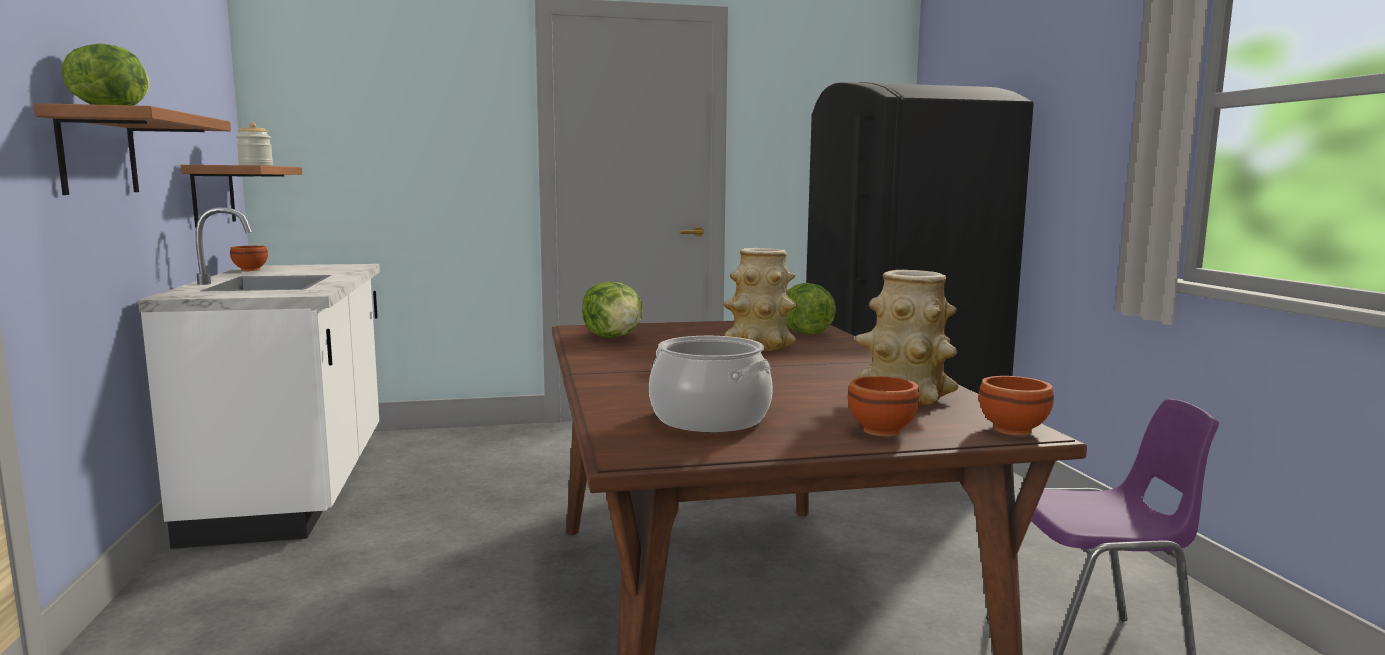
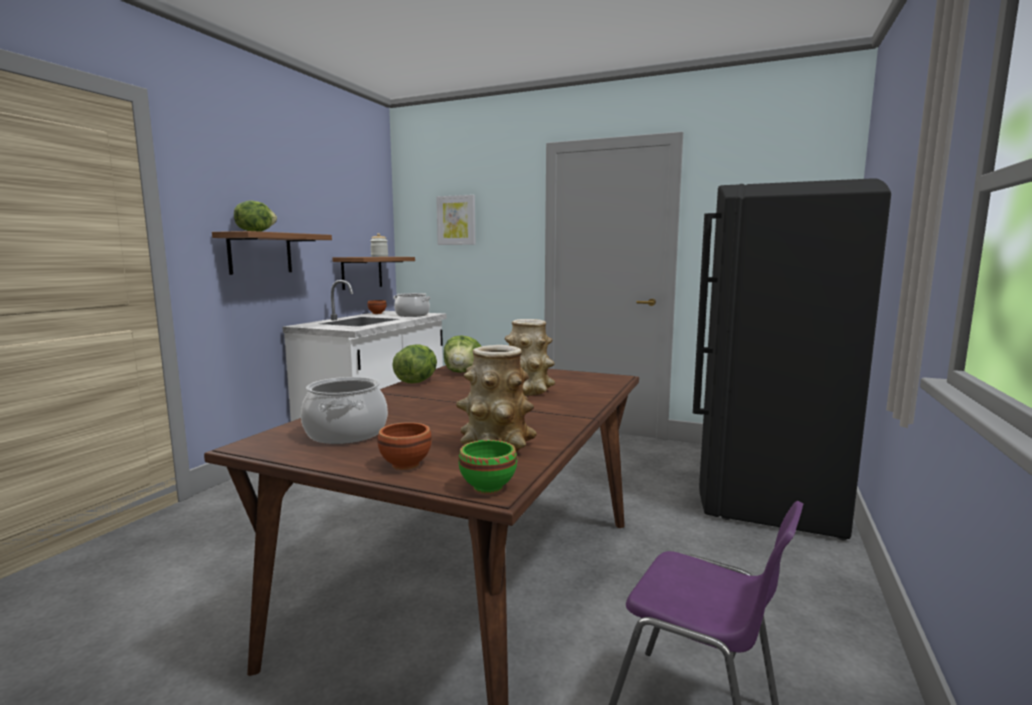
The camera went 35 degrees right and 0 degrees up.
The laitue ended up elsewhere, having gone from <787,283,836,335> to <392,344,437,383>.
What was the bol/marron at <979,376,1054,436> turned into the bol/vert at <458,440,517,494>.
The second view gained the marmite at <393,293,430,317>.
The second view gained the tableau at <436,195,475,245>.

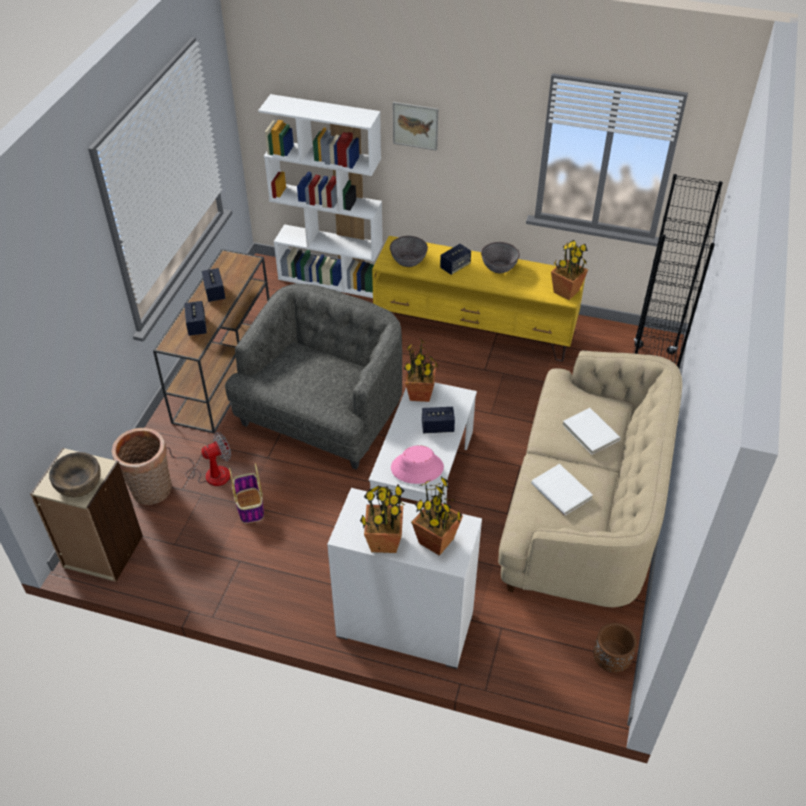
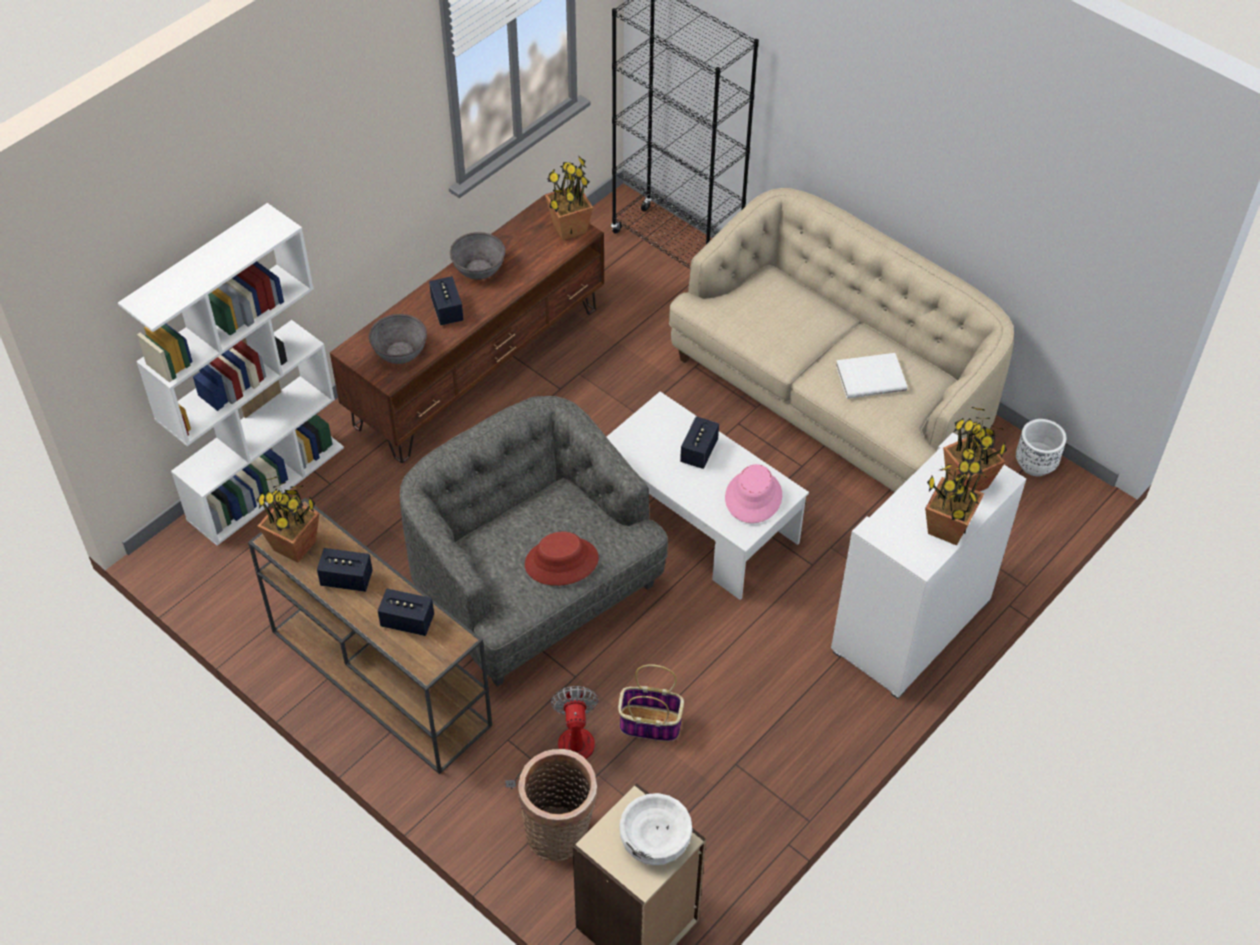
The camera went 65 degrees left and 5 degrees up.
What was the bol/marron at <49,452,100,498> turned into the bol/blanc at <619,793,692,865>.
What was the meuble télé/jaune at <372,236,585,362> turned into the meuble télé/marron at <330,195,604,463>.
The second view lost the tableau at <393,102,438,151>.
The plante en pot ended up elsewhere, having gone from <404,339,438,402> to <257,477,320,563>.
The second view lost the livre/blanc at <562,408,620,455>.
What was the cache-pot/marron at <593,623,637,673> turned into the cache-pot/blanc at <1016,419,1067,476>.
The second view gained the chapeau/rouge at <525,532,599,586>.

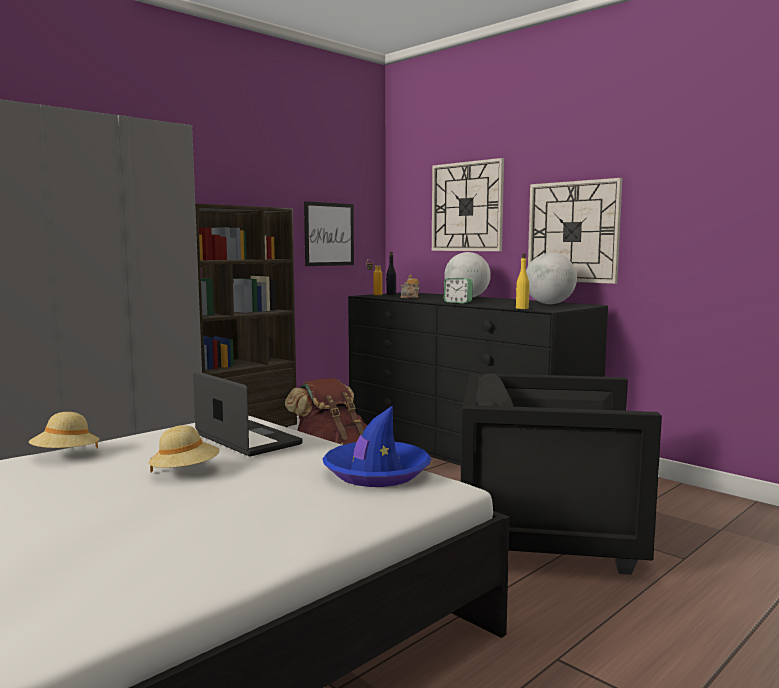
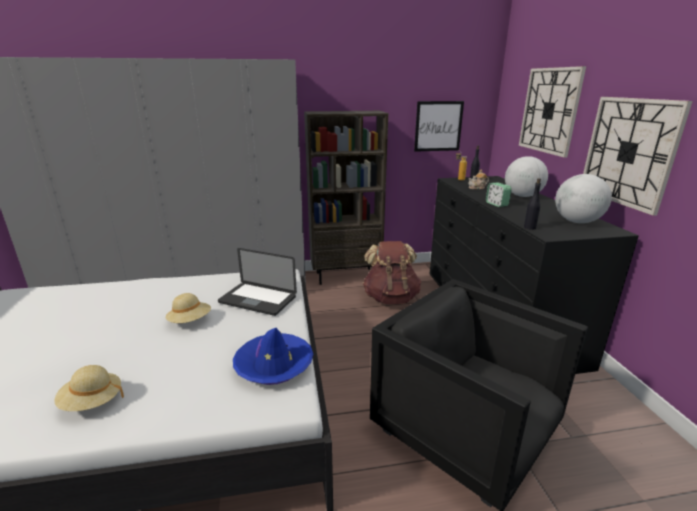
The camera went 35 degrees right and 15 degrees up.
The chapeau/beige ended up elsewhere, having gone from <29,412,100,449> to <54,365,124,411>.
The ordinateur portable at <193,371,303,456> ended up facing another way, 120 degrees clockwise from before.
What was the bouteille/jaune at <516,253,529,309> turned into the bouteille/noir at <524,178,541,230>.

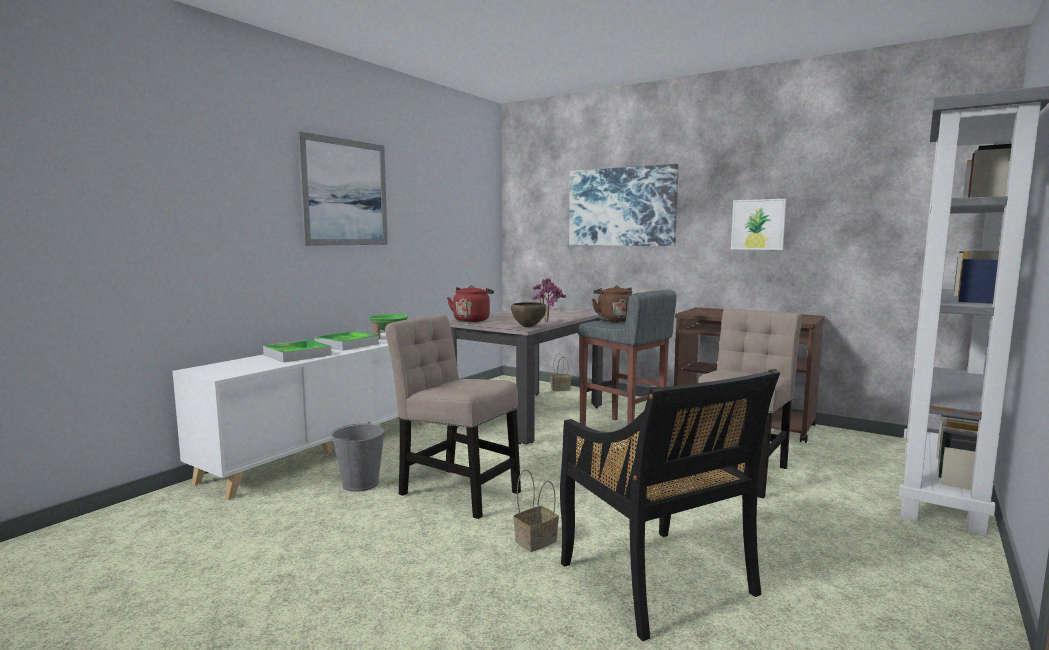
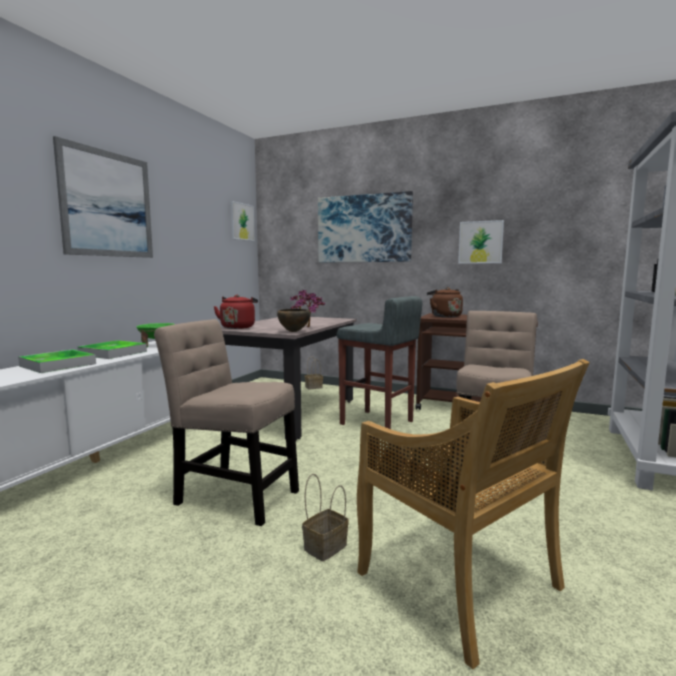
The camera went 10 degrees left and 0 degrees up.
The second view lost the seau/gris at <331,422,385,492>.
What was the chaise/noir at <560,369,780,641> turned into the chaise/beige at <357,359,590,669>.
The bouilloire/marron ended up elsewhere, having gone from <592,285,632,322> to <427,287,463,318>.
The second view gained the tableau at <230,201,255,241>.

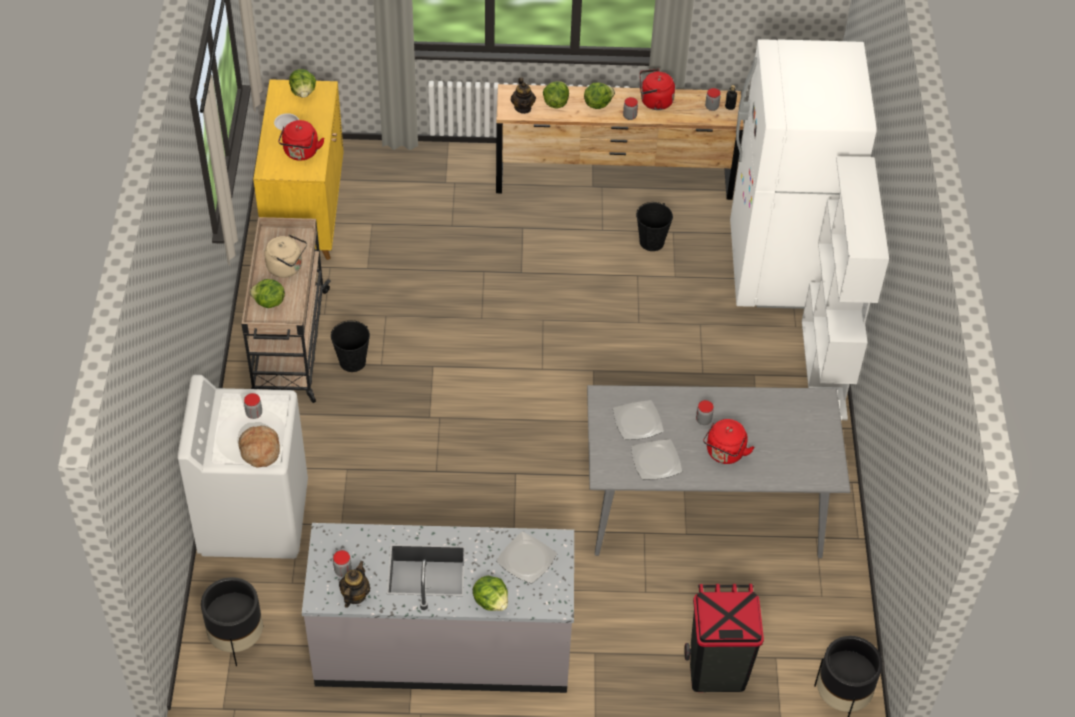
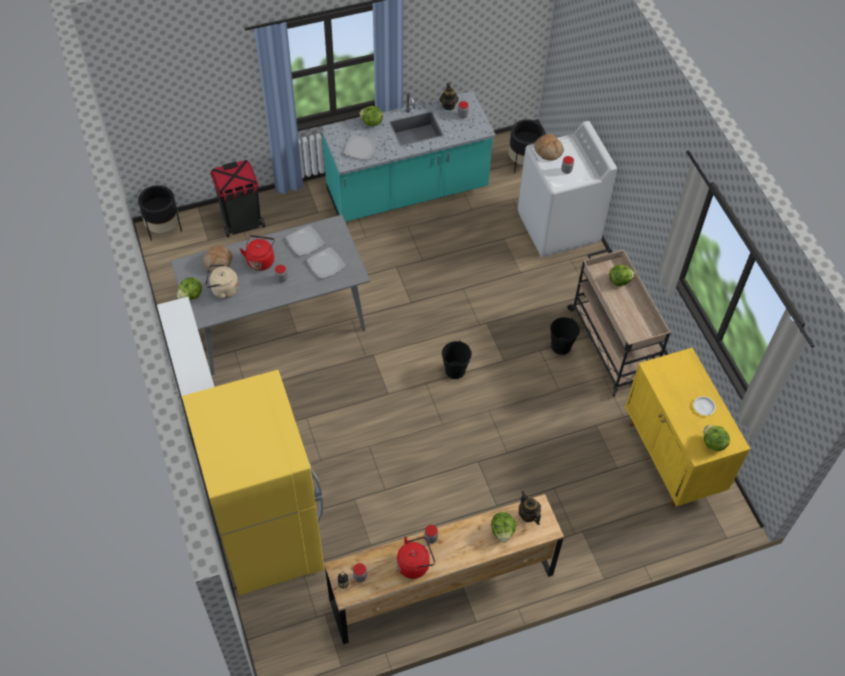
The camera went 160 degrees right and 5 degrees up.
The bouilloire/beige ended up elsewhere, having gone from <264,234,307,278> to <205,264,239,299>.
The second view lost the bouilloire/rouge at <278,120,325,160>.
What was the comptoir de cuisine/gris at <302,523,574,693> turned into the comptoir de cuisine/turquoise at <321,91,496,222>.
The laitue ended up elsewhere, having gone from <584,82,615,109> to <177,277,202,300>.
The seau/noir ended up elsewhere, having gone from <636,202,673,251> to <442,340,472,379>.
What was the réfrigérateur/blanc at <730,39,877,309> turned into the réfrigérateur/jaune at <182,370,324,595>.
The second view gained the pain at <203,245,232,272>.

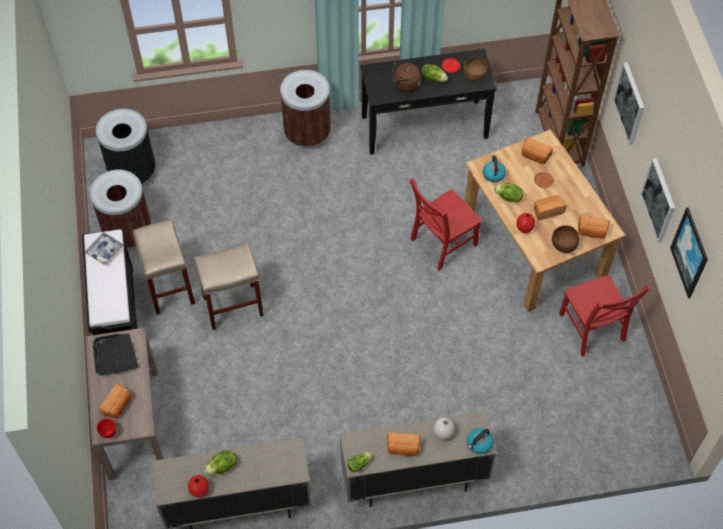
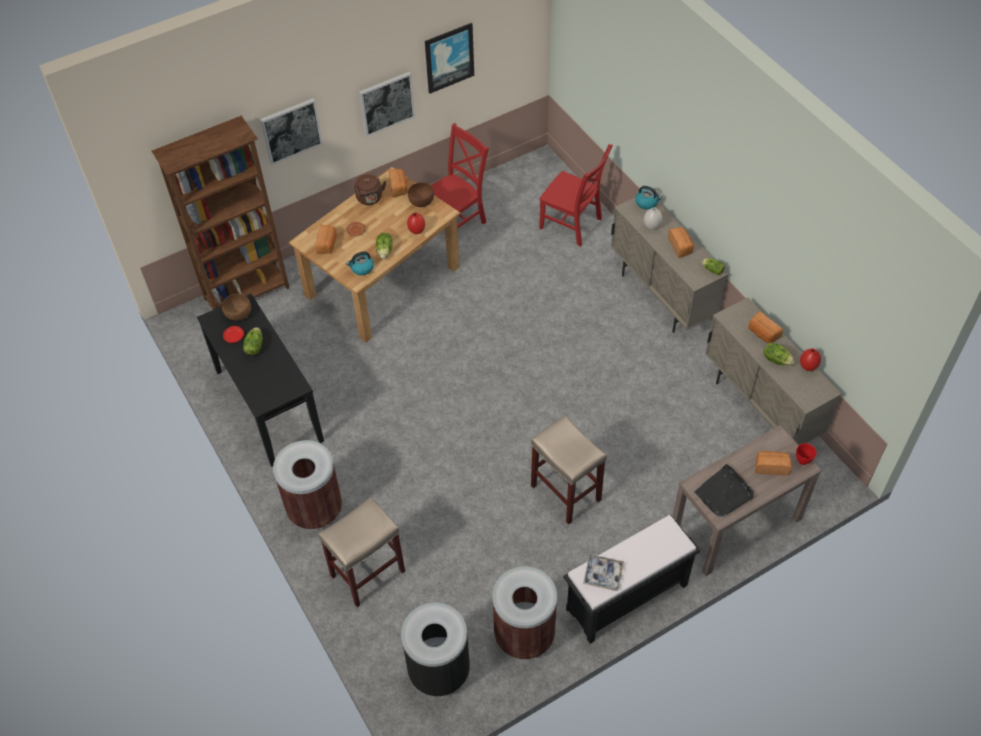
The camera went 110 degrees left and 5 degrees down.
The tabouret/beige ended up elsewhere, having gone from <133,220,195,315> to <318,497,405,607>.
The bouilloire/marron ended up elsewhere, having gone from <392,61,421,93> to <354,174,386,205>.
The chaise/rouge ended up elsewhere, having gone from <409,178,482,271> to <539,144,613,247>.
The pain ended up elsewhere, having gone from <534,195,567,220> to <748,312,783,344>.

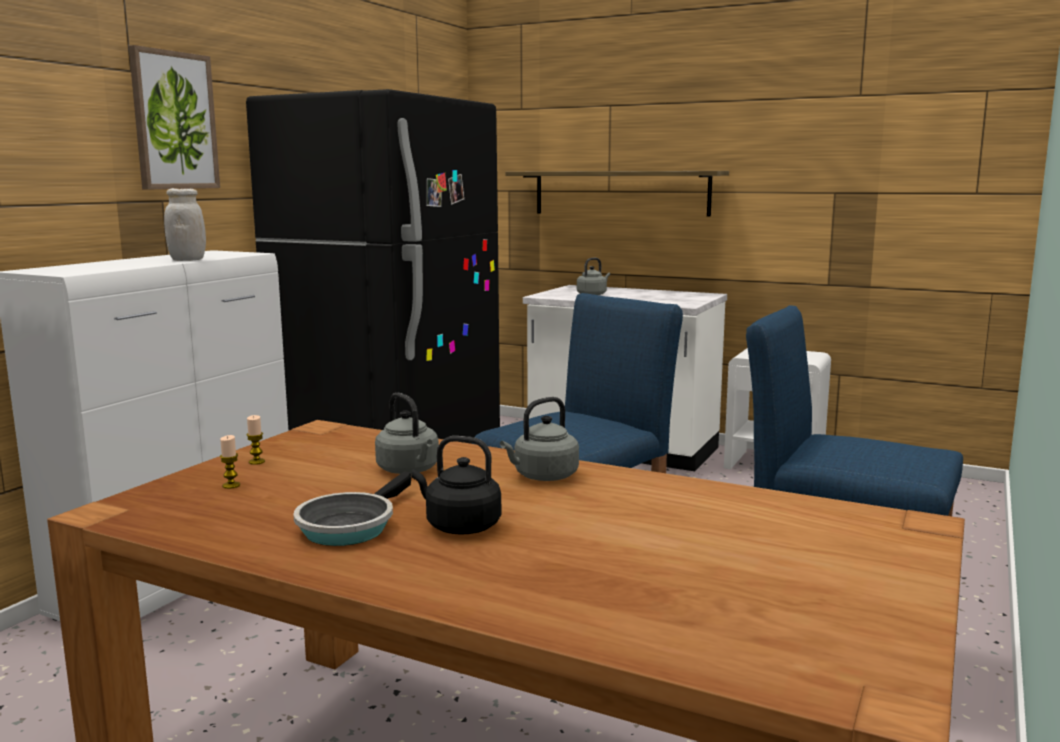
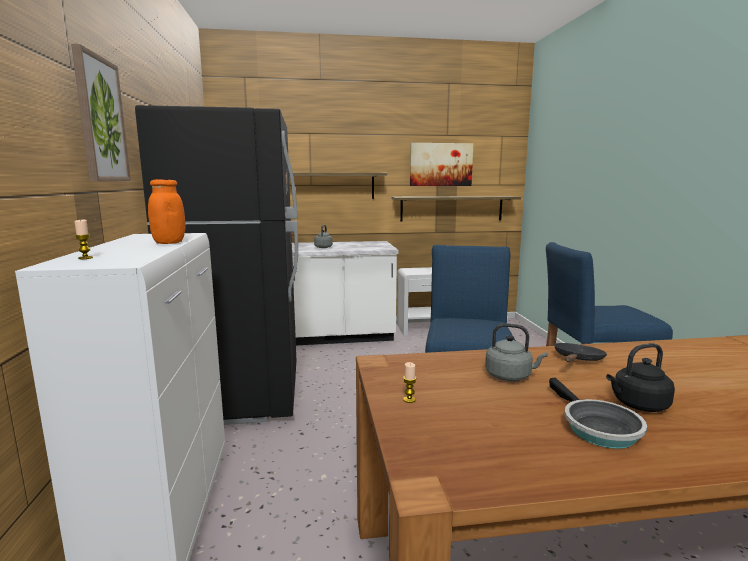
The camera went 35 degrees left and 0 degrees up.
What was the bocal/blanc at <164,188,206,261> turned into the bocal/orange at <148,179,186,244>.
The bougie ended up elsewhere, having gone from <220,435,240,489> to <74,220,93,259>.
Where the bouilloire/gris stood at <500,397,579,481>, the poêle/noir came to stand at <554,343,607,362>.
The second view gained the étagère at <392,196,521,221>.
The second view gained the tableau at <410,143,473,186>.

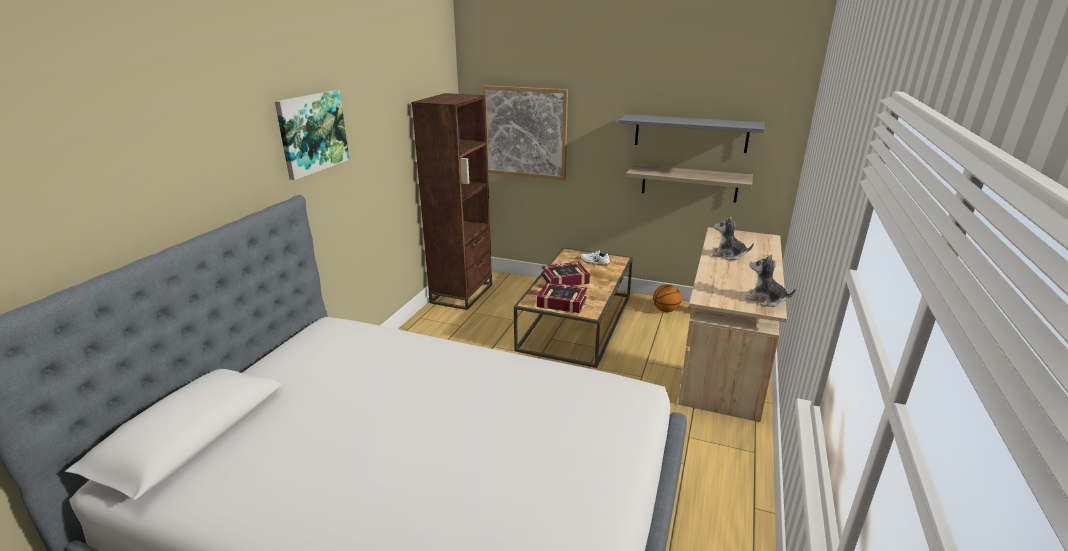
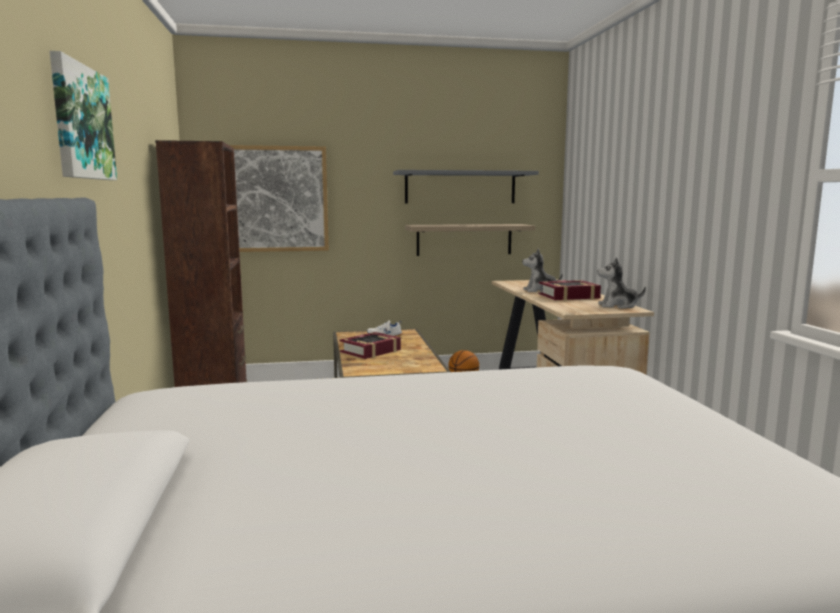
The camera went 30 degrees left and 15 degrees down.
The livre ended up elsewhere, having gone from <537,282,587,313> to <538,280,601,300>.

